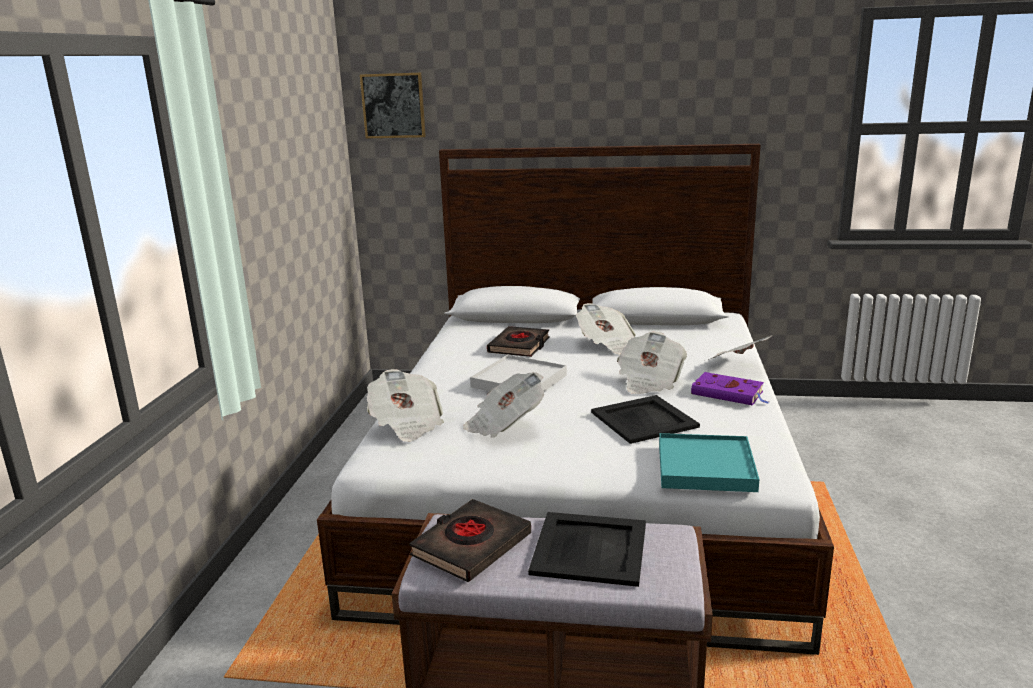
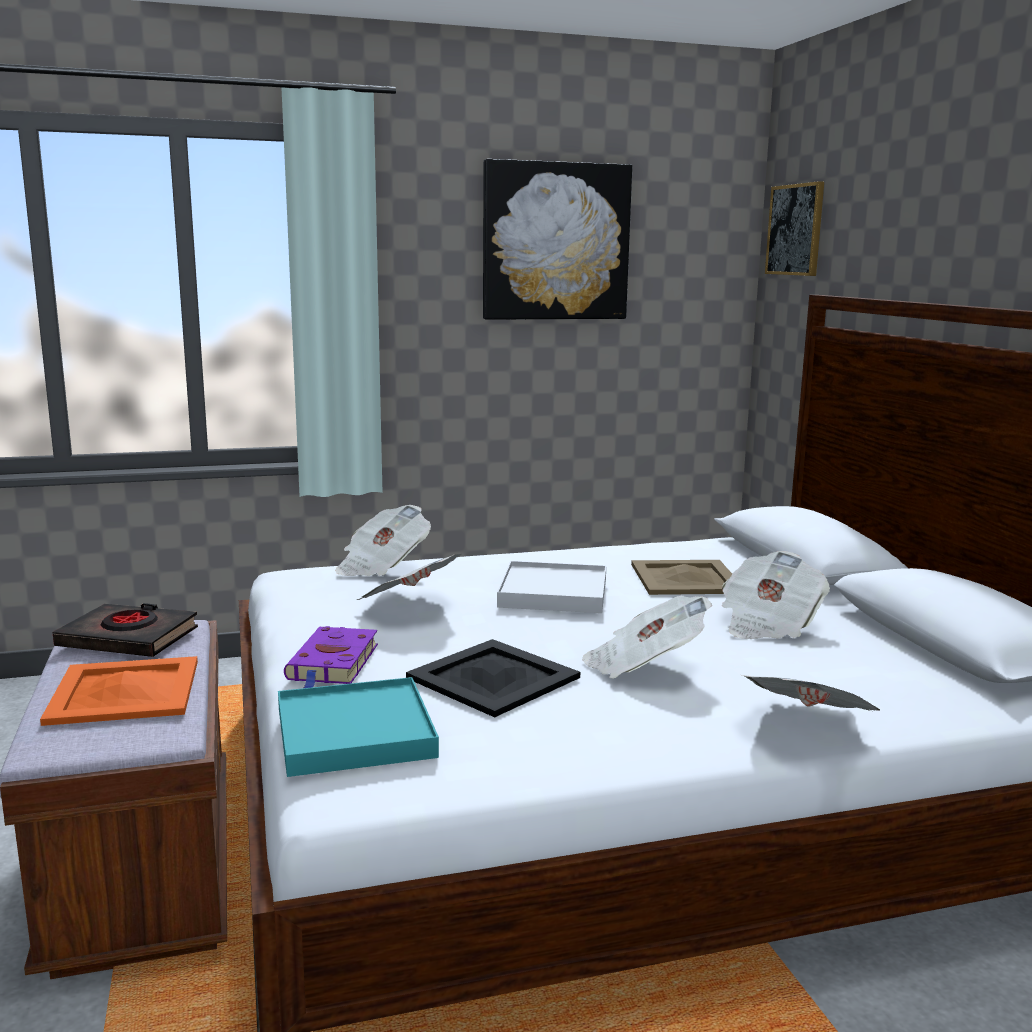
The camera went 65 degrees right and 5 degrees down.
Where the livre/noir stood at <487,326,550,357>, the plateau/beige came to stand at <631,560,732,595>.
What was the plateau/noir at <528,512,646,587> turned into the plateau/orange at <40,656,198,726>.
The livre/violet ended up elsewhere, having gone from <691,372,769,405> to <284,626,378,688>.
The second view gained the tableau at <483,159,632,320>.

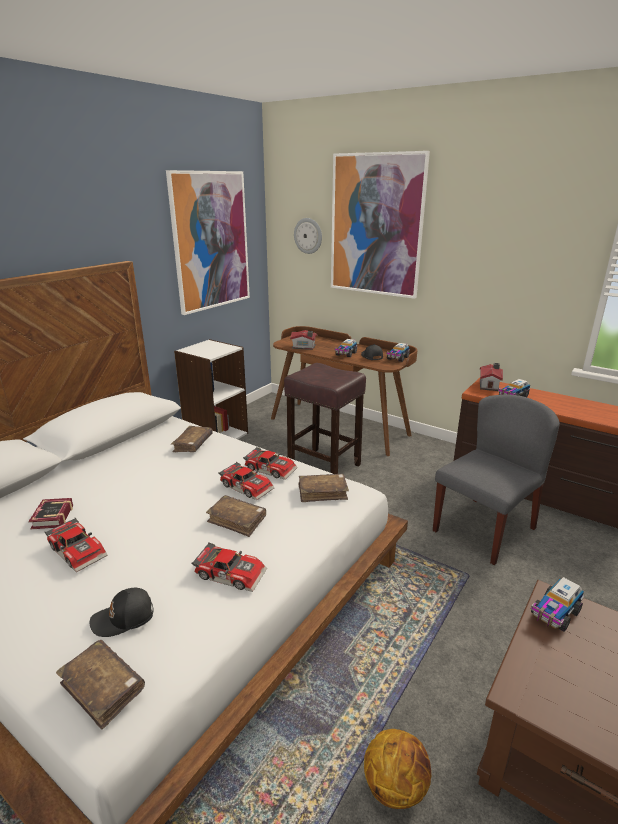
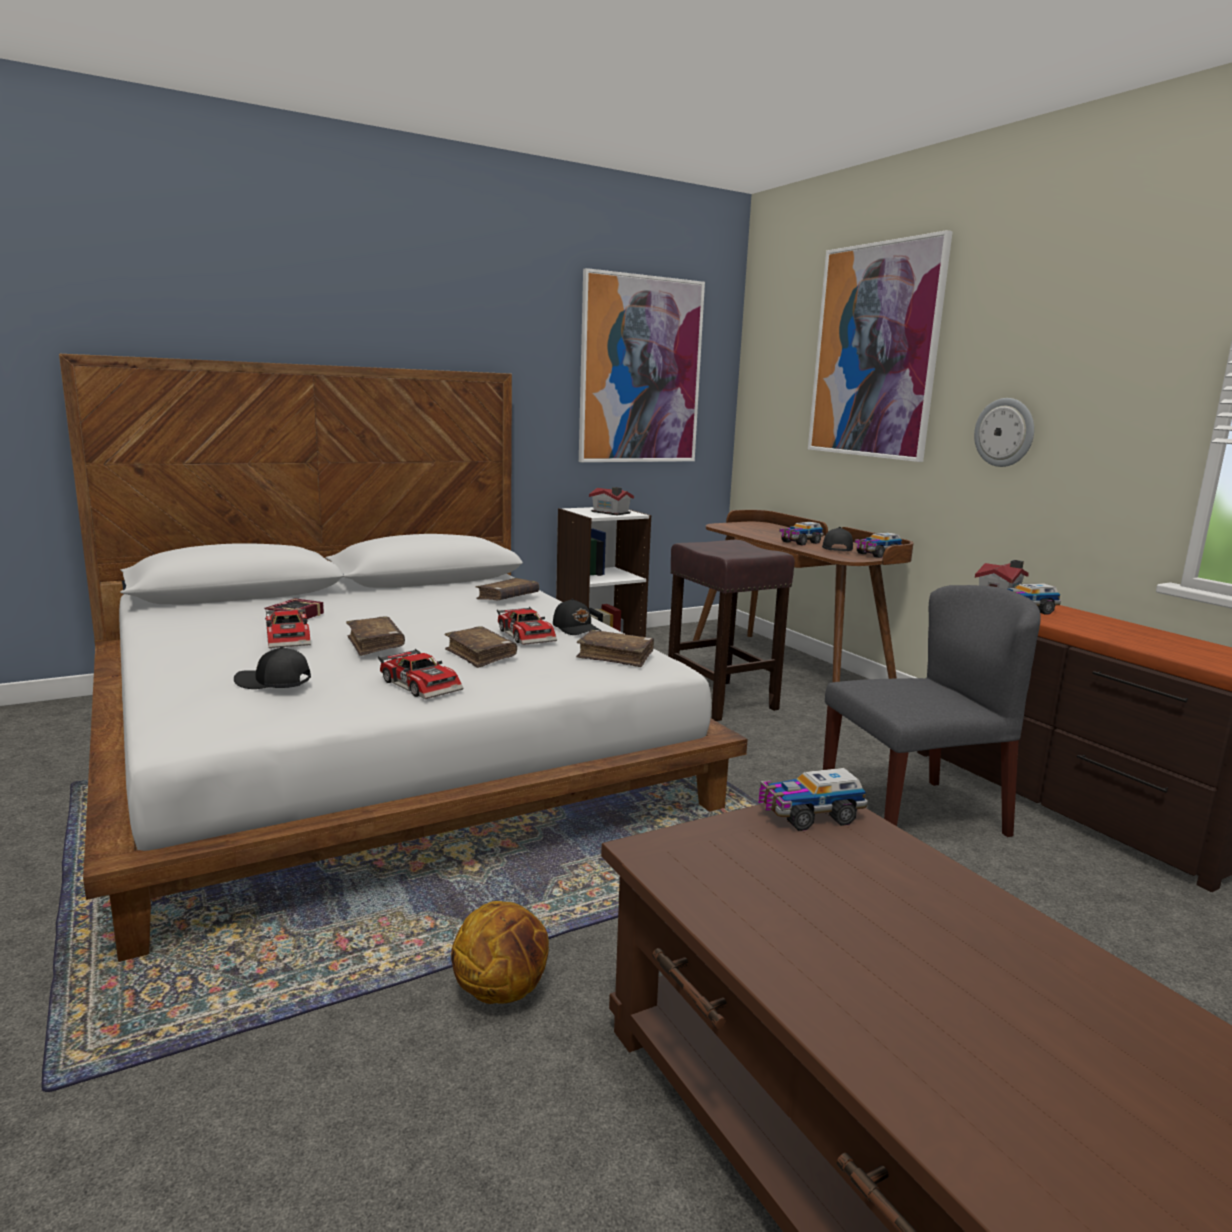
The camera went 25 degrees right and 10 degrees down.
The livre/marron ended up elsewhere, having gone from <56,640,145,730> to <346,616,405,656>.
Where the petite voiture stood at <243,447,298,480>, the casquette/noir came to stand at <553,599,601,635>.
The maison miniature ended up elsewhere, having gone from <290,330,317,350> to <589,487,634,515>.
The horloge murale ended up elsewhere, having gone from <294,218,322,254> to <974,398,1034,467>.

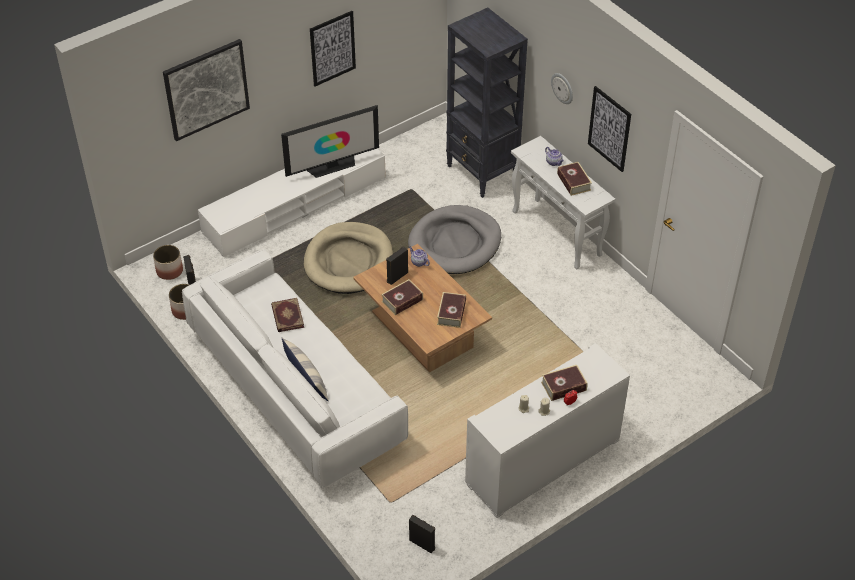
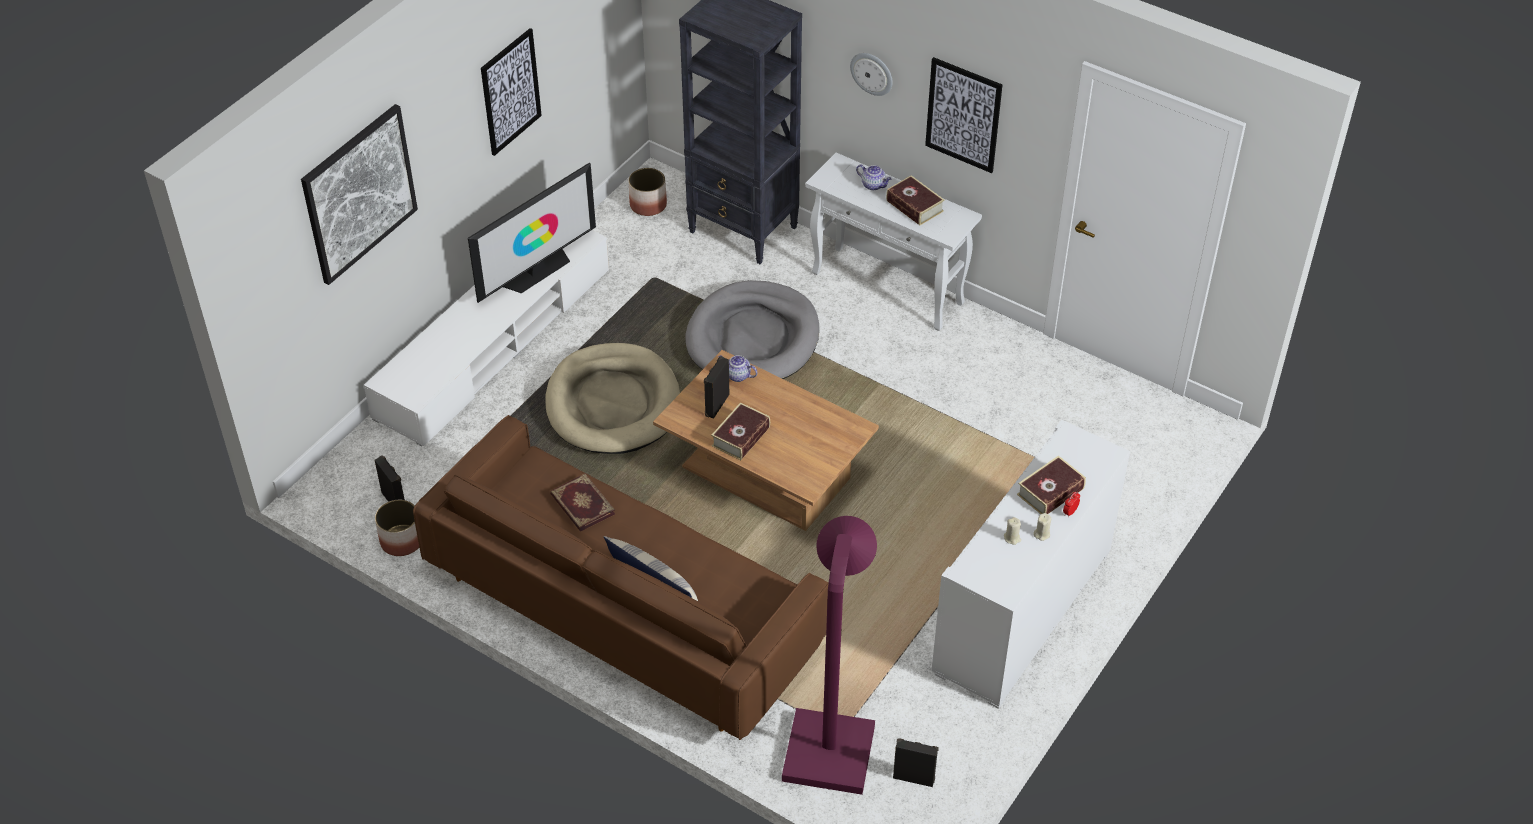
The camera went 20 degrees left and 0 degrees up.
The cache-pot ended up elsewhere, having gone from <153,245,183,280> to <628,168,667,216>.
What was the canapé/blanc at <182,249,408,488> turned into the canapé/marron at <413,415,828,740>.
The second view lost the livre at <437,292,466,328>.
The second view gained the lampadaire/violet at <782,516,877,795>.

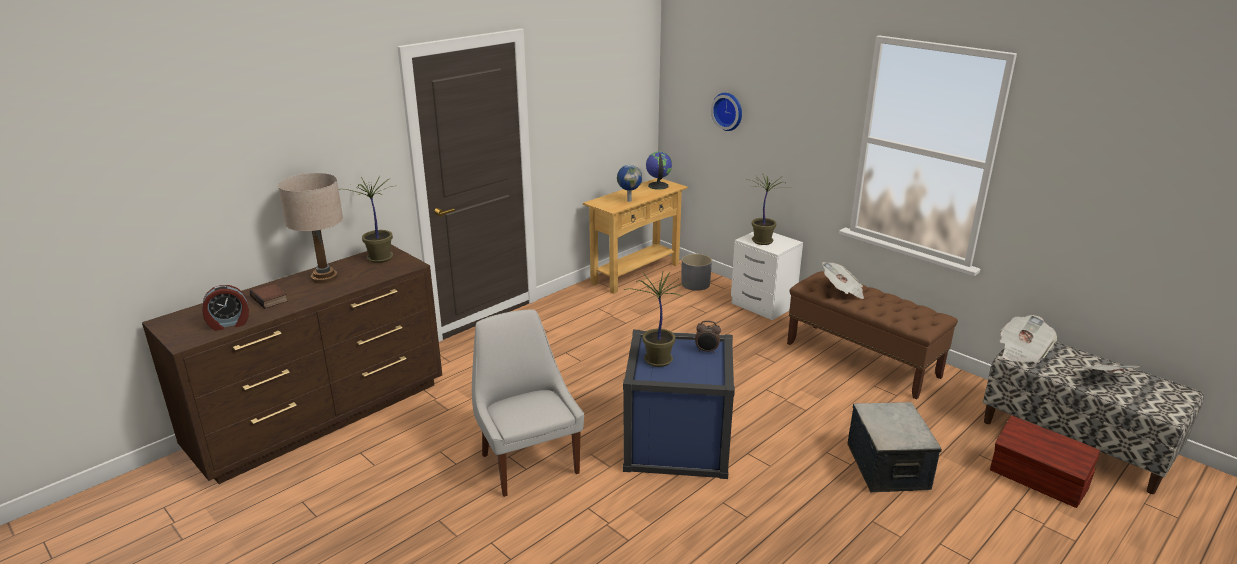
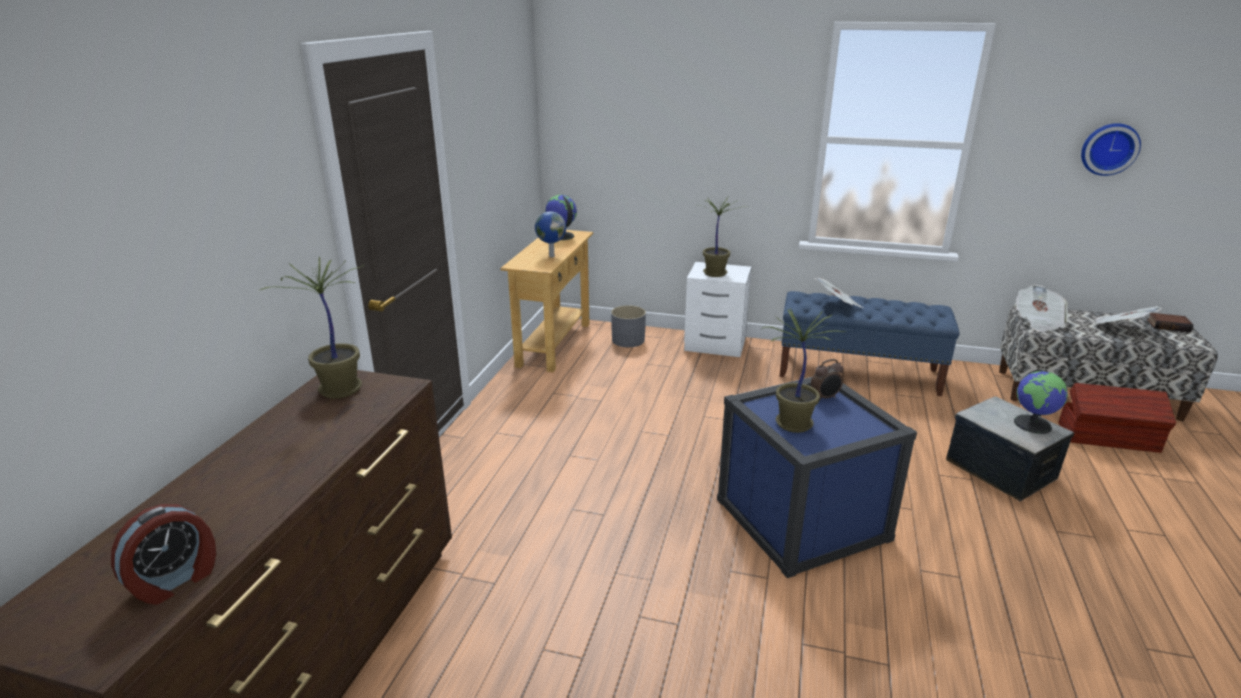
The camera went 30 degrees left and 0 degrees up.
The livre ended up elsewhere, having gone from <250,283,288,309> to <1147,313,1193,332>.
The second view lost the lampe de table/beige at <278,173,343,283>.
The second view lost the chaise/blanc at <472,310,584,497>.
The horloge murale ended up elsewhere, having gone from <711,93,742,131> to <1081,123,1141,176>.
What was the banc/marron at <787,271,958,400> turned into the banc/bleu at <779,291,960,396>.
The second view gained the globe at <1014,370,1068,434>.

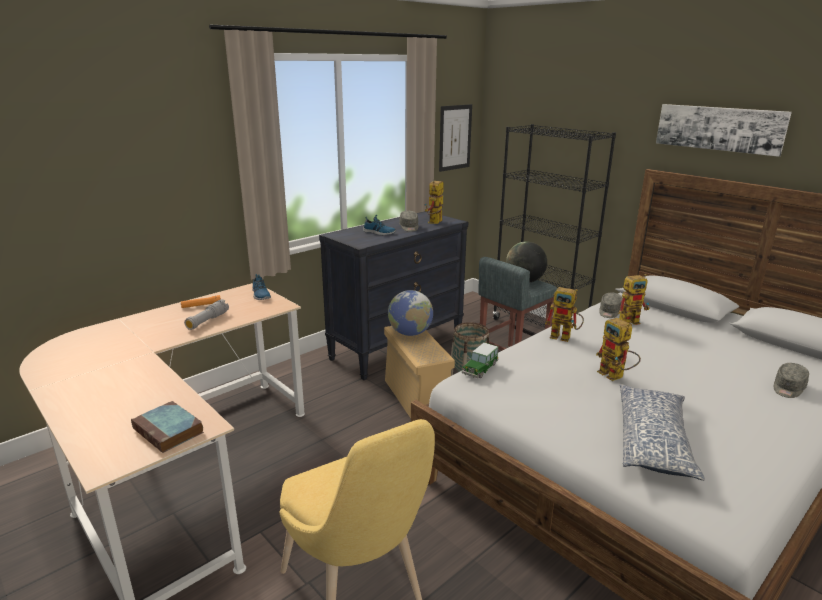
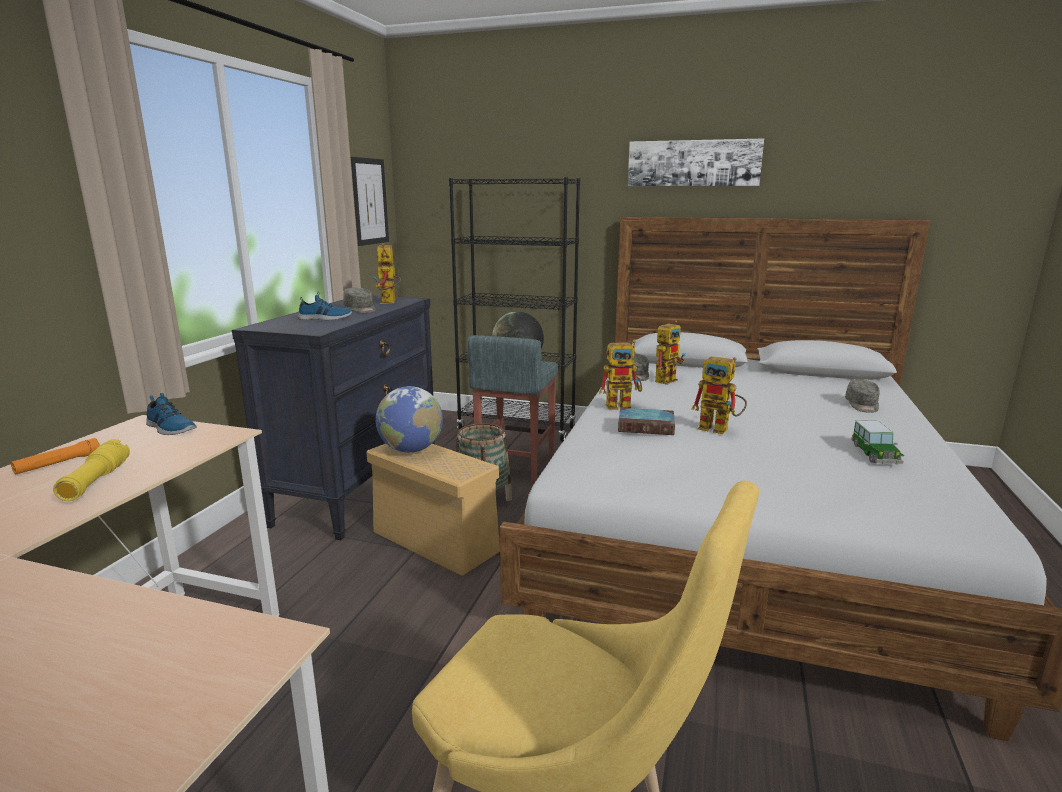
The camera went 30 degrees left and 5 degrees down.
The livre ended up elsewhere, having gone from <131,401,204,453> to <618,408,675,435>.
What was the lampe de poche/gris at <184,299,229,330> turned into the lampe de poche/jaune at <53,439,130,501>.
The petite voiture ended up elsewhere, having gone from <462,343,498,378> to <851,420,904,465>.
The second view lost the coussin at <620,384,705,480>.

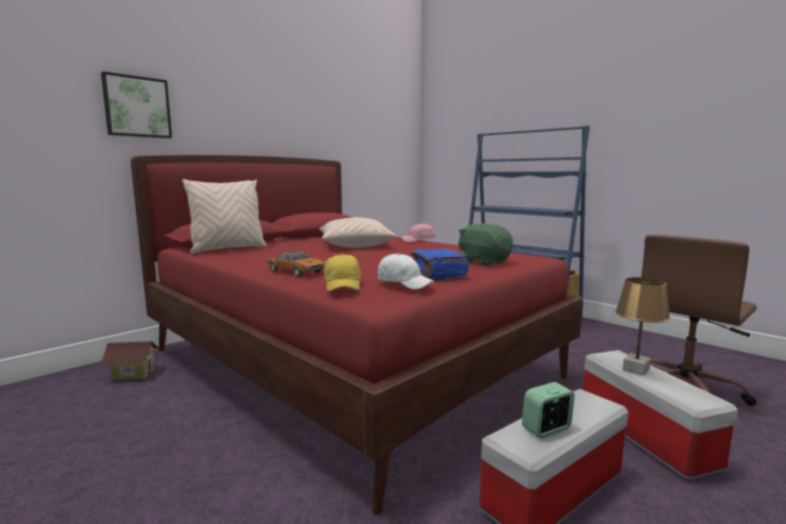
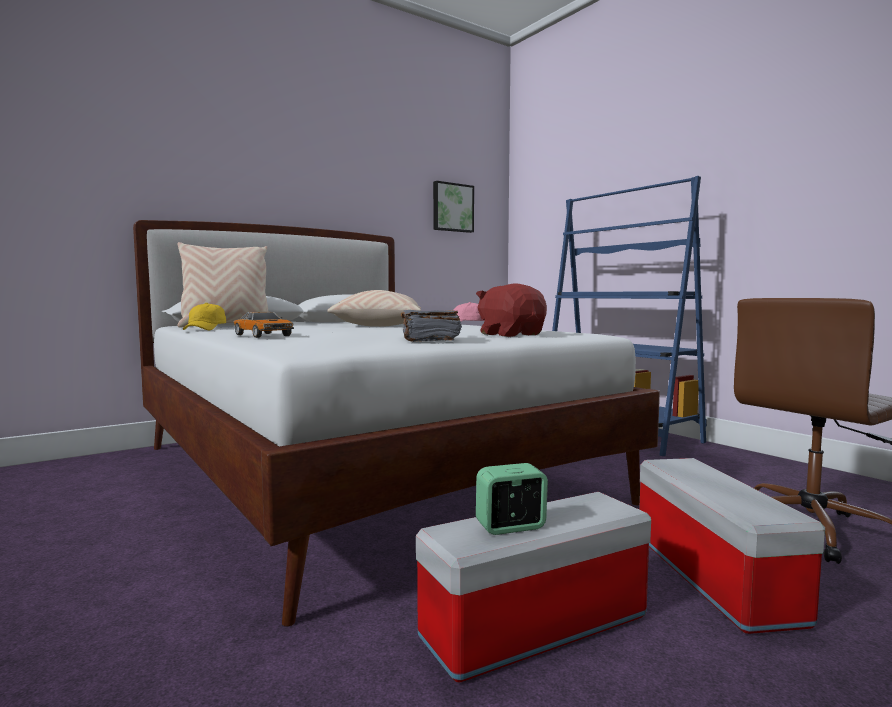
The camera went 10 degrees right and 5 degrees down.
The tableau ended up elsewhere, having gone from <101,71,172,138> to <433,181,474,233>.
The second view lost the maison miniature at <101,341,160,381>.
What was the lit/rouge at <131,155,583,515> turned into the lit/blanc at <133,220,660,626>.
The casquette/jaune ended up elsewhere, having gone from <324,254,361,291> to <183,303,226,330>.
The second view lost the casquette/blanc at <378,253,434,289>.
What was the livre/bleu at <411,249,469,280> turned into the livre/gris at <401,310,462,342>.
What was the peluche/vert at <458,223,513,266> turned into the peluche/rouge at <476,283,547,337>.
The second view lost the lampe de table/marron at <615,277,670,376>.

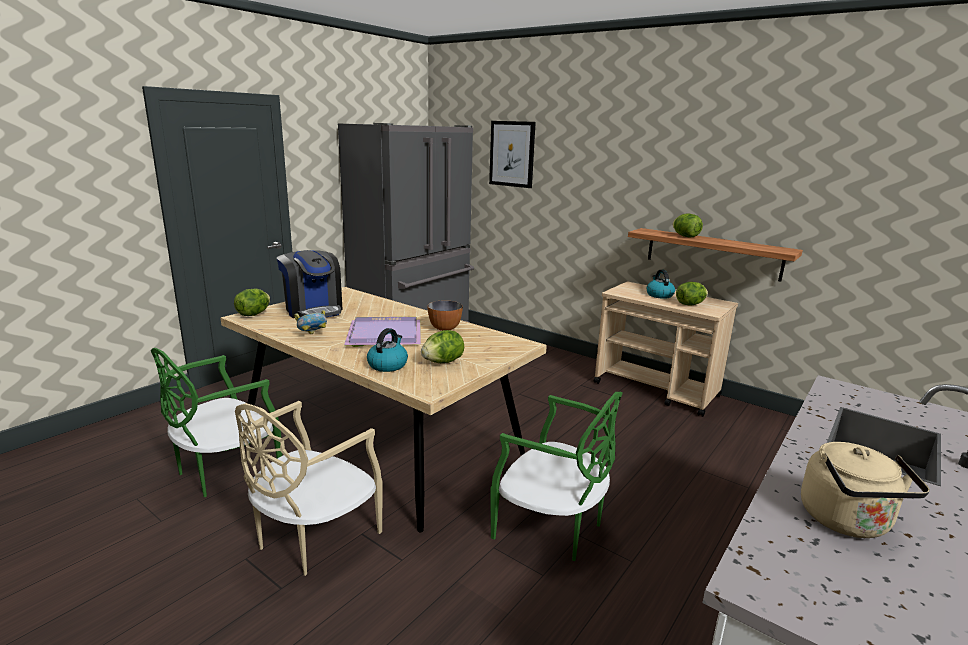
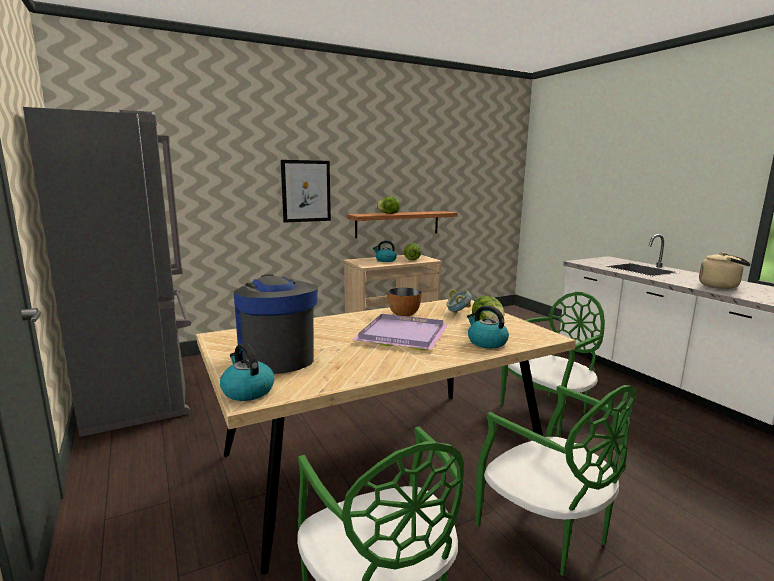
The camera went 65 degrees left and 5 degrees down.
Where the laitue stood at <234,289,270,316>, the bouilloire came to stand at <220,343,274,401>.
What was the chaise/beige at <235,401,383,576> turned into the chaise/vert at <475,385,637,576>.
The machine à café at <277,250,343,318> ended up facing another way, 105 degrees counterclockwise from before.
The bol ended up elsewhere, having gone from <294,310,327,334> to <446,290,472,314>.
The tableau ended up elsewhere, having gone from <489,121,536,188> to <281,160,331,223>.

